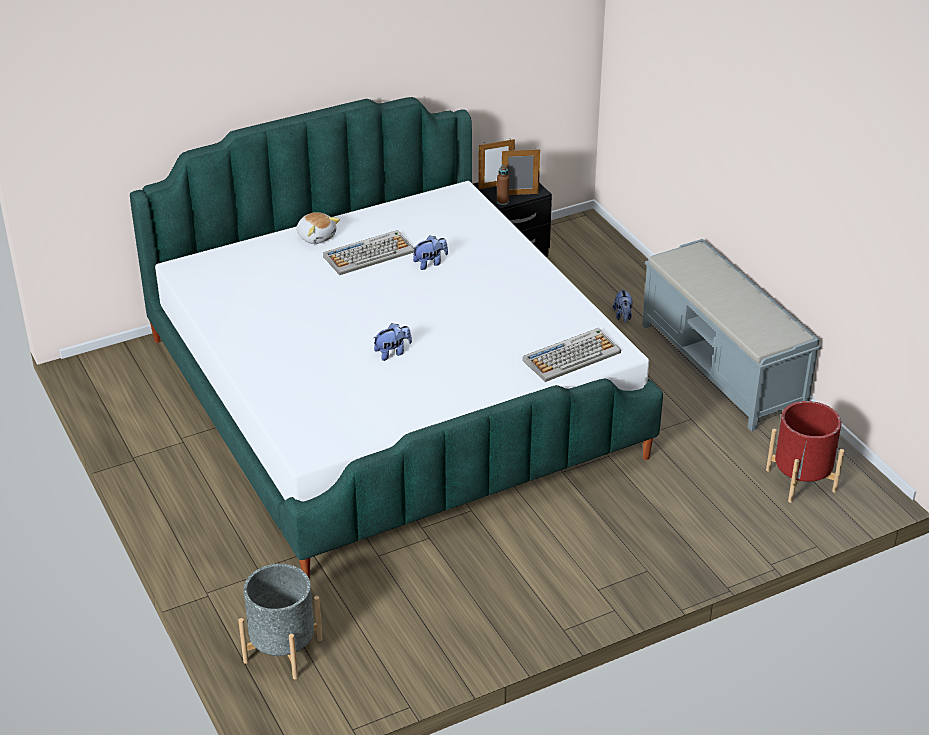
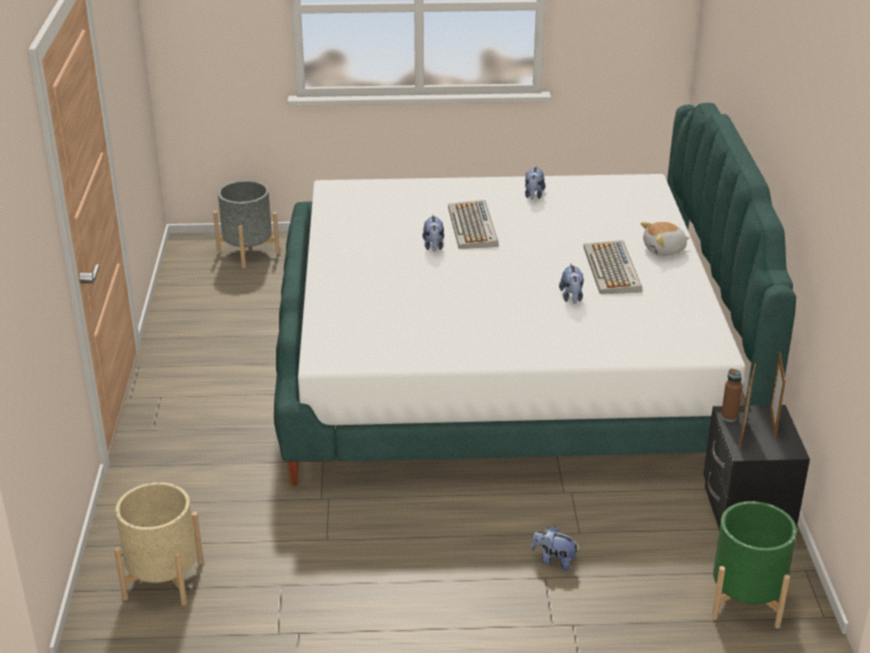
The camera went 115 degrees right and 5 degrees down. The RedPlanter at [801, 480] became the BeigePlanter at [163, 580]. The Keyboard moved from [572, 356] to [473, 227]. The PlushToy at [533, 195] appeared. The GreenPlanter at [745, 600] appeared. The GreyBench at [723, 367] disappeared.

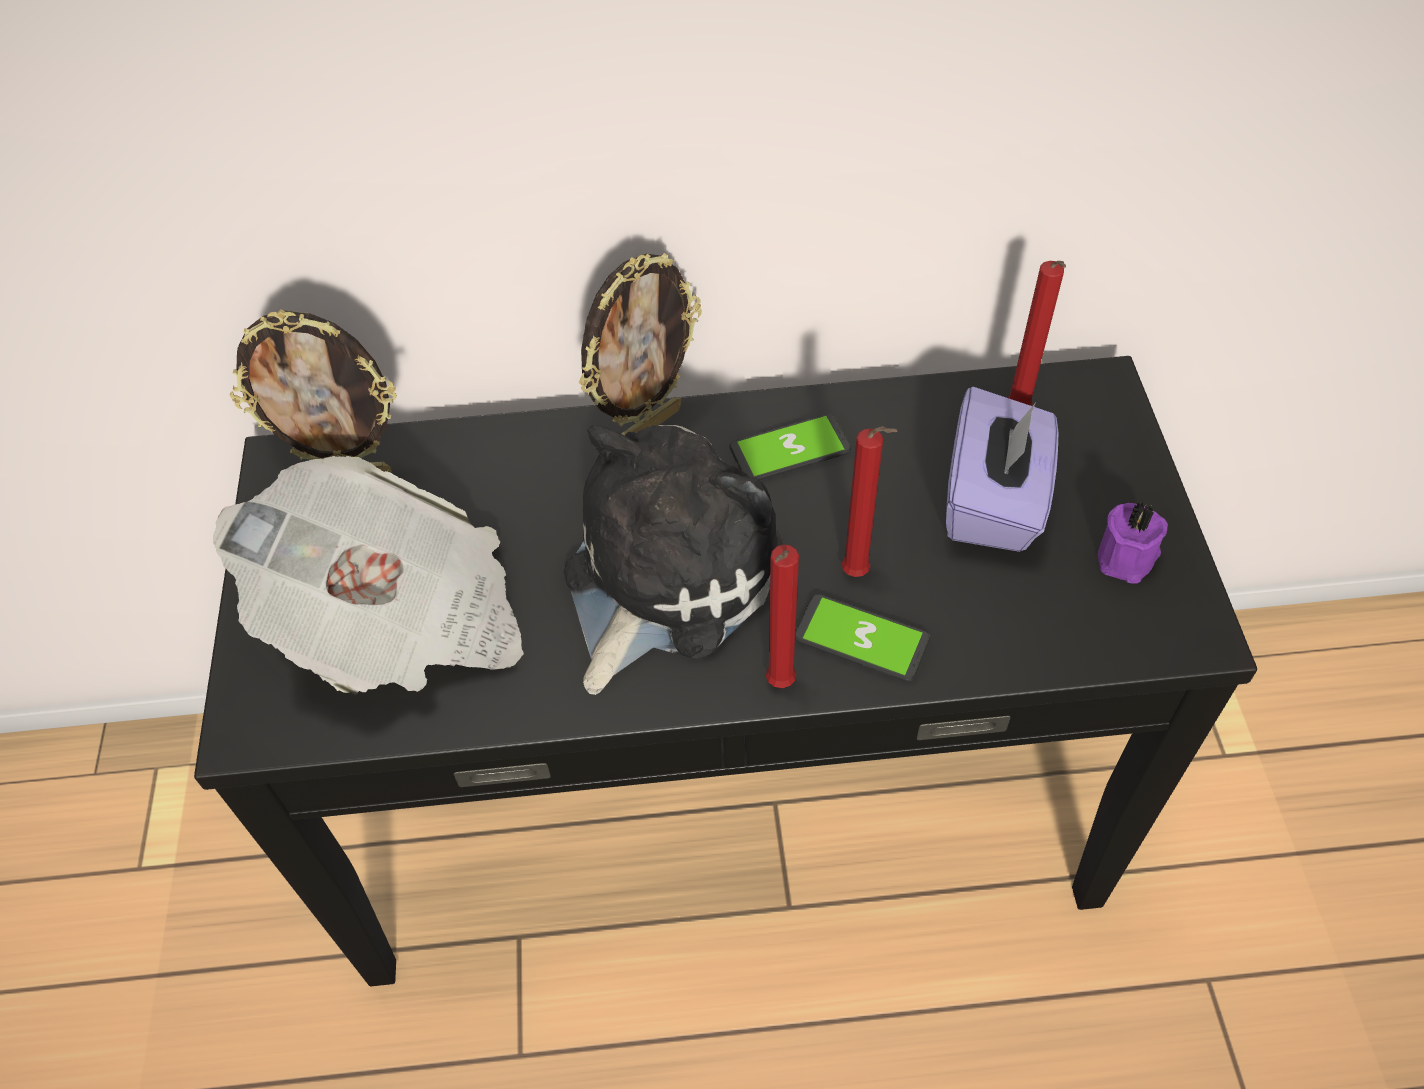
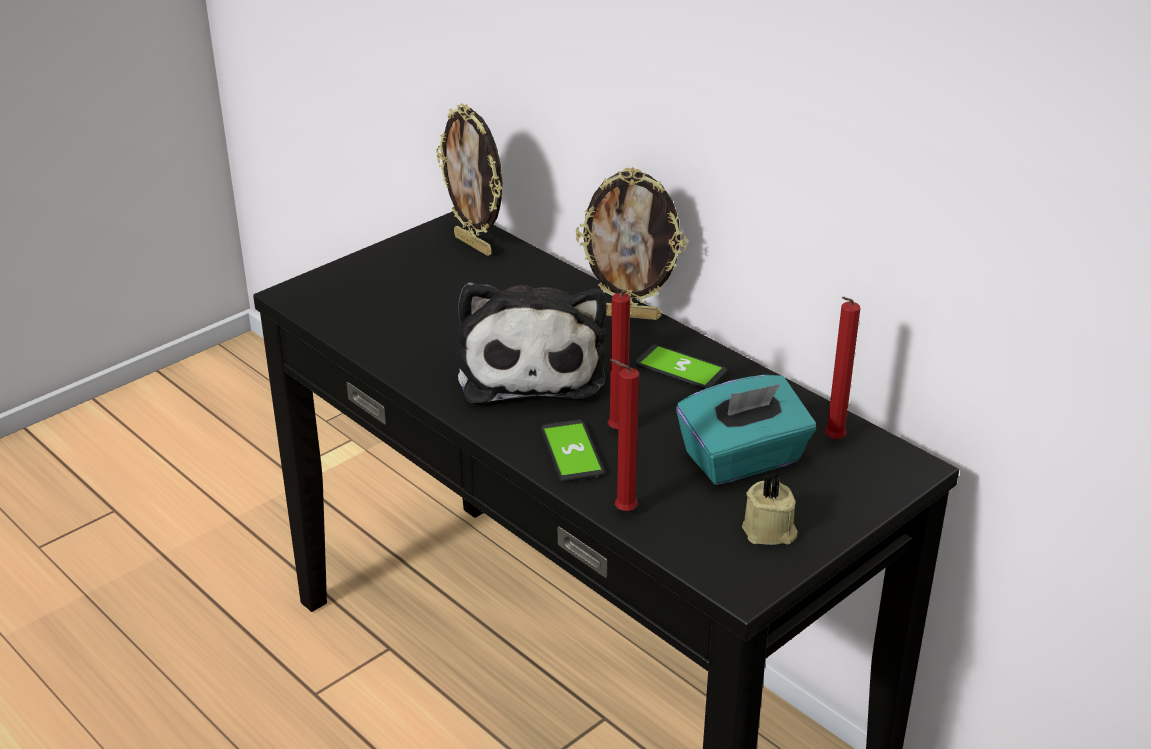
The camera went 50 degrees right and 20 degrees down. The PlushToy at [663, 576] turned 90 degrees clockwise. The RedCandle moved from [778, 685] to [622, 511]. The PurpleTissueBox at [994, 501] became the TurquoiseTissueBox at [743, 460]. The PurpleCandle at [1128, 558] became the BeigeCandle at [769, 532]. The Newspaper at [399, 619] disappeared.

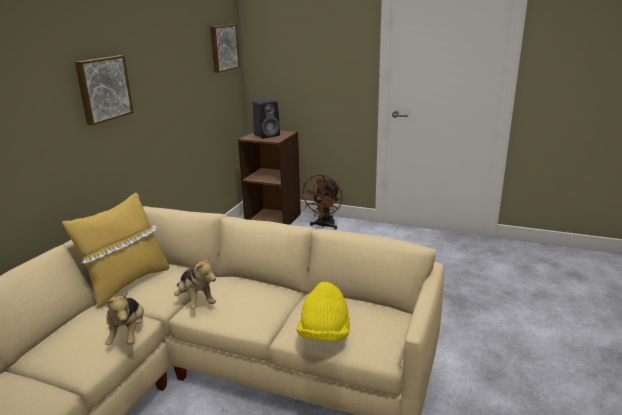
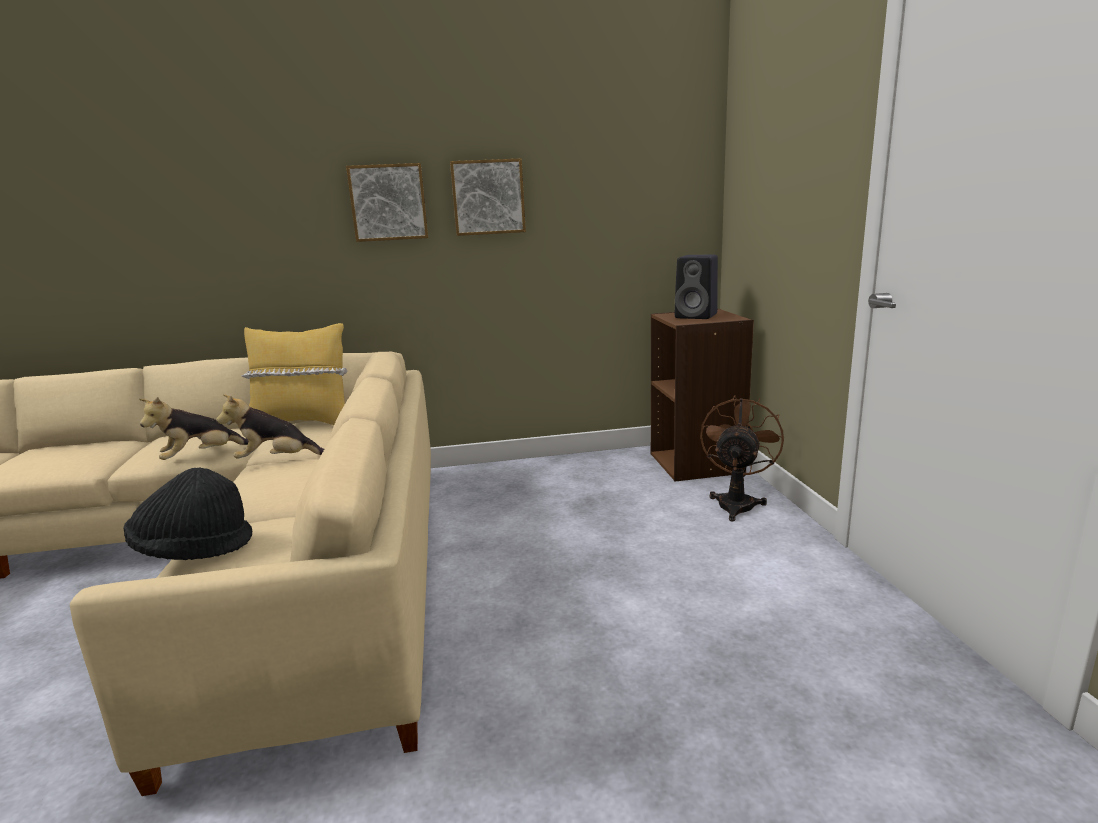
The camera went 60 degrees right and 5 degrees down. The YellowHat at [324, 335] became the BlackHat at [194, 550]. The PlushToy at [196, 301] turned 60 degrees clockwise. The Picture moved from [223, 48] to [488, 197]. The BrownFan at [324, 226] turned 120 degrees clockwise.

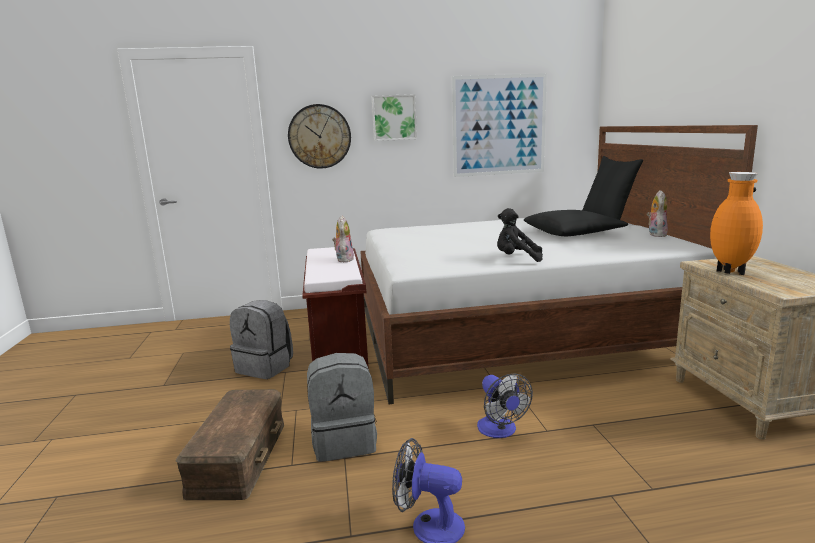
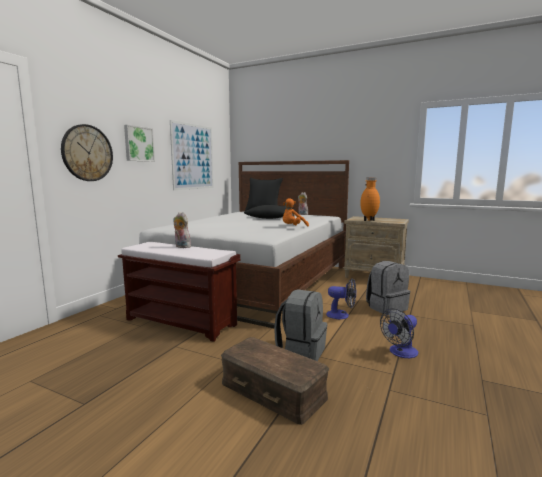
The camera went 55 degrees left and 5 degrees down. The BlackPlushToy at [516, 259] became the OrangePlushToy at [293, 227]. The GreyBackpack moved from [265, 367] to [386, 307].

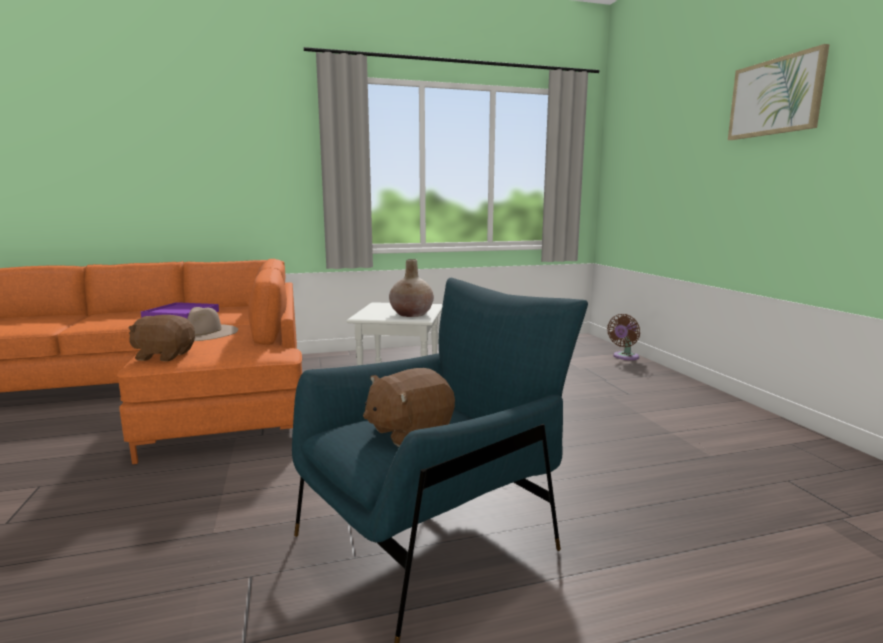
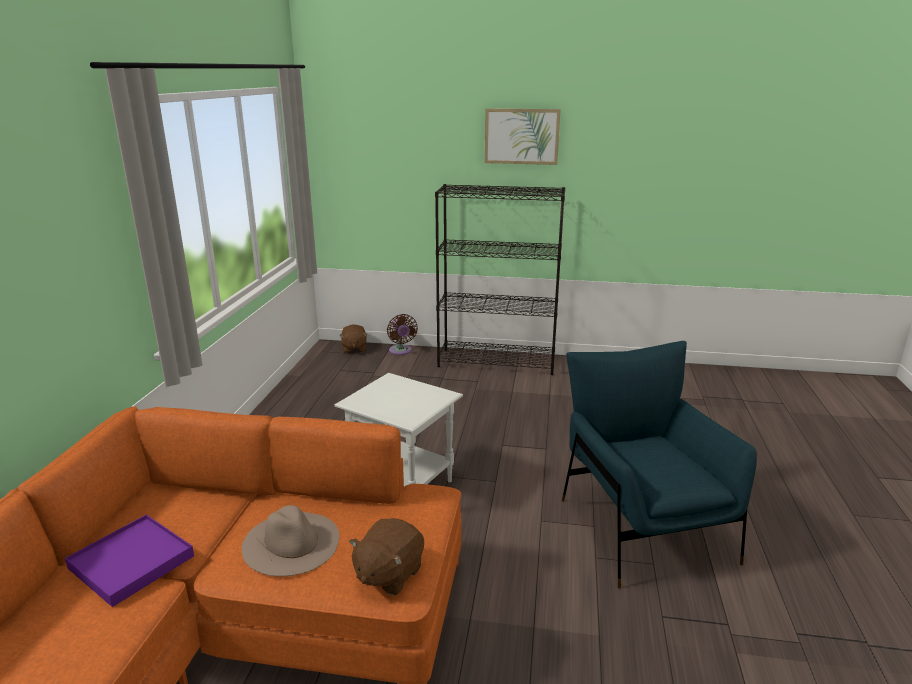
The camera went 65 degrees left and 10 degrees up. The BrownPlushToy moved from [409, 431] to [354, 349]. The BlackBookcase at [497, 361] appeared. The BeigeVase at [412, 314] disappeared.

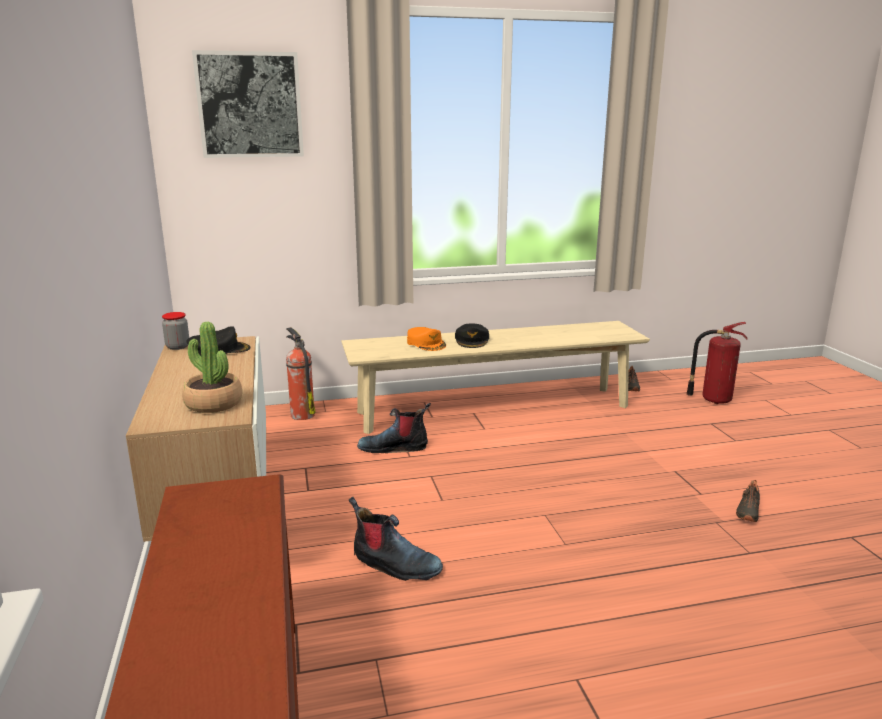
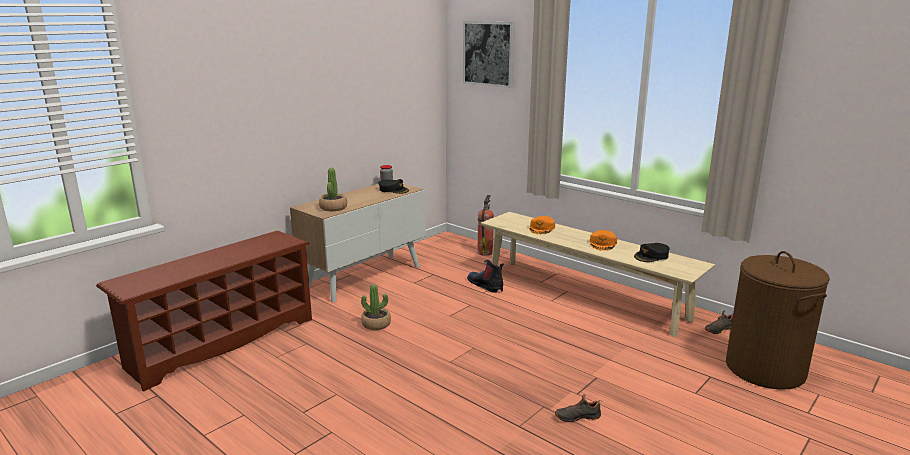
The camera went 55 degrees right and 0 degrees up. The Boot at [394, 565] was replaced by the PottedPlant at [376, 324]. The OrangeCap at [603, 244] appeared. The BlackCap moved from [472, 340] to [651, 256]. The FireExtinguisher at [714, 400] was replaced by the BrownLaundryBasket at [765, 369].

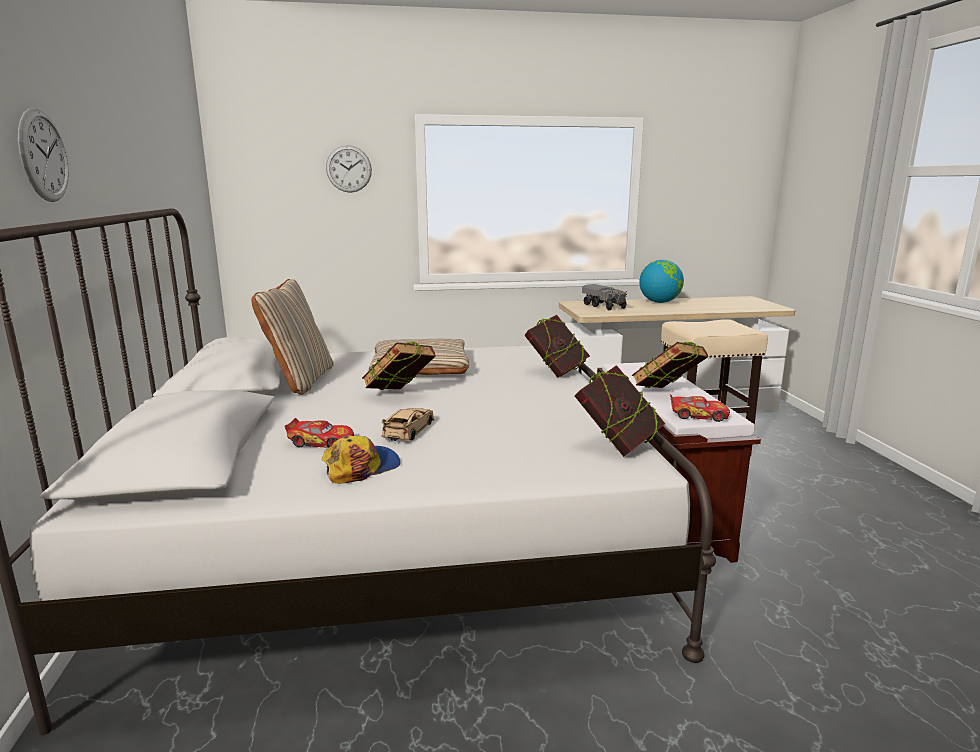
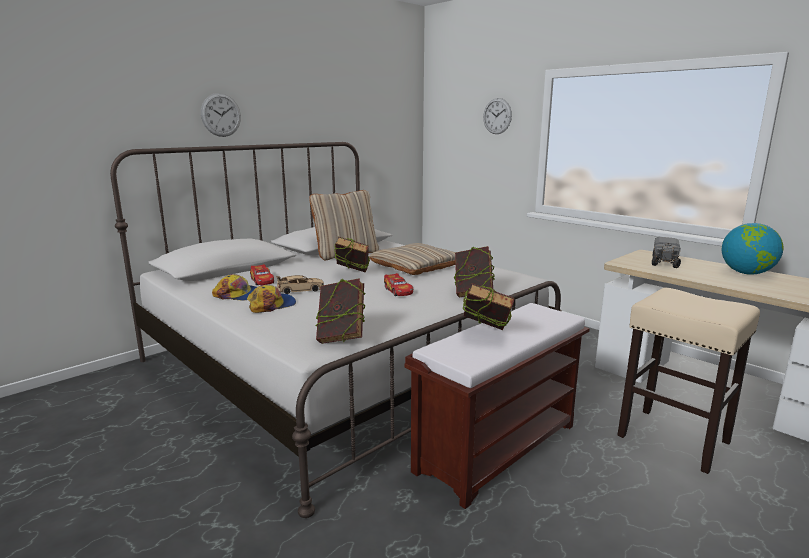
The camera went 55 degrees right and 0 degrees up. The Cap at [271, 305] appeared. The ToyCar moved from [698, 415] to [398, 291].

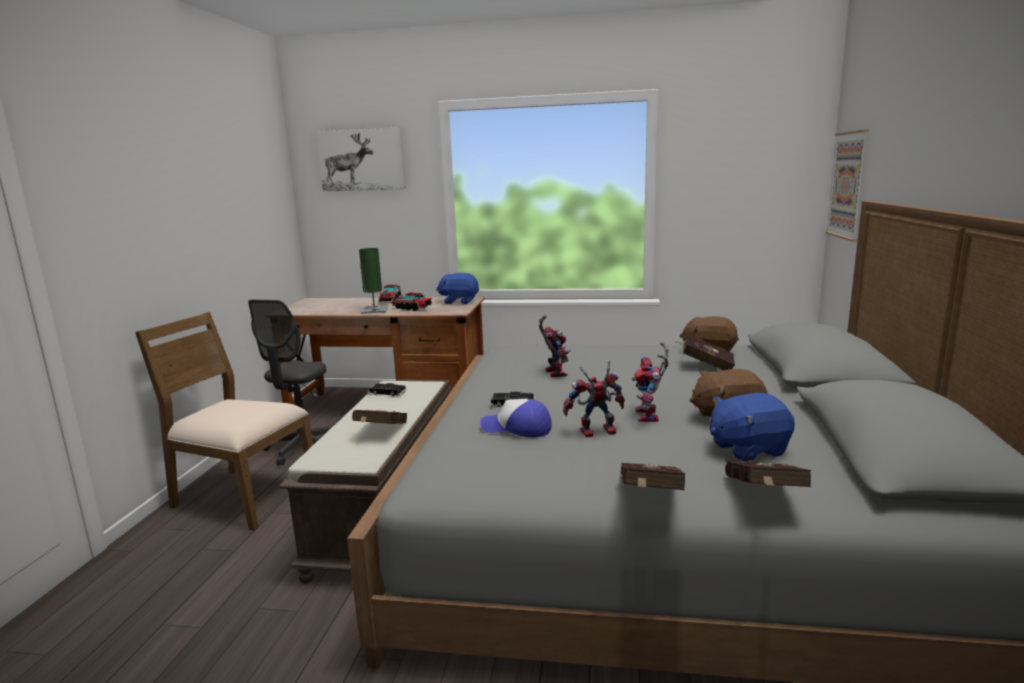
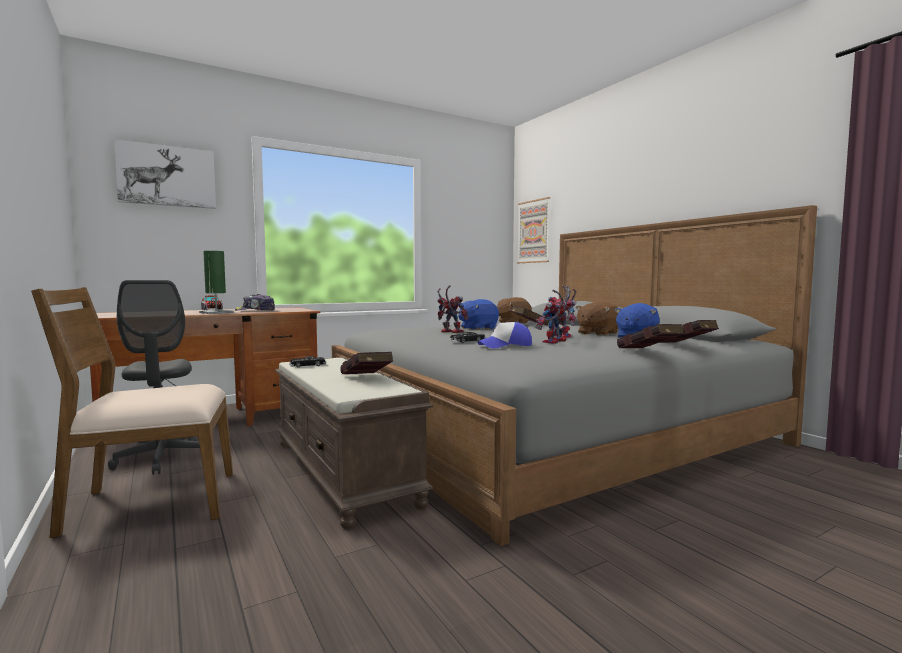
The camera went 40 degrees left and 10 degrees down. The ToyTruck at [412, 309] was replaced by the Cap at [255, 311]. The BluePlushToy moved from [459, 301] to [477, 328].

